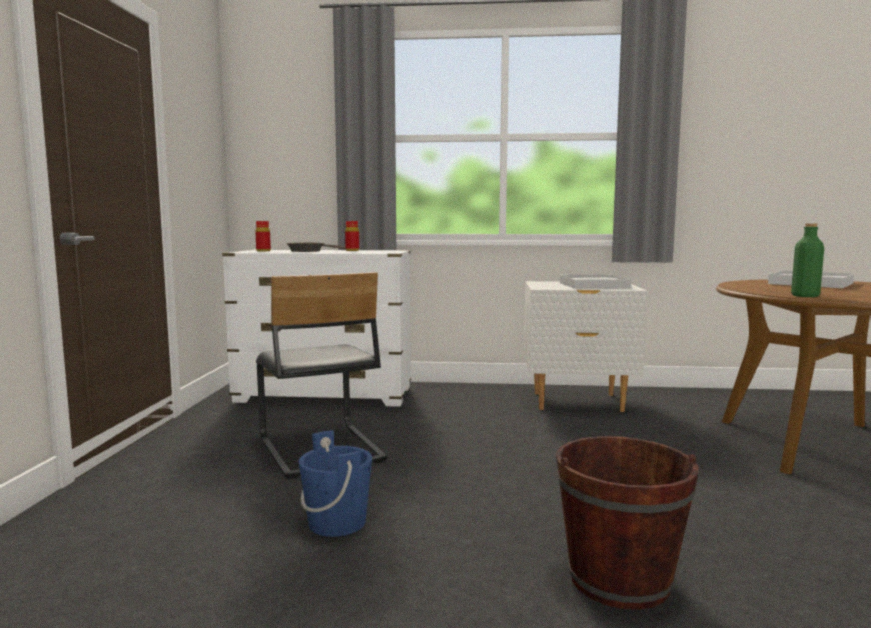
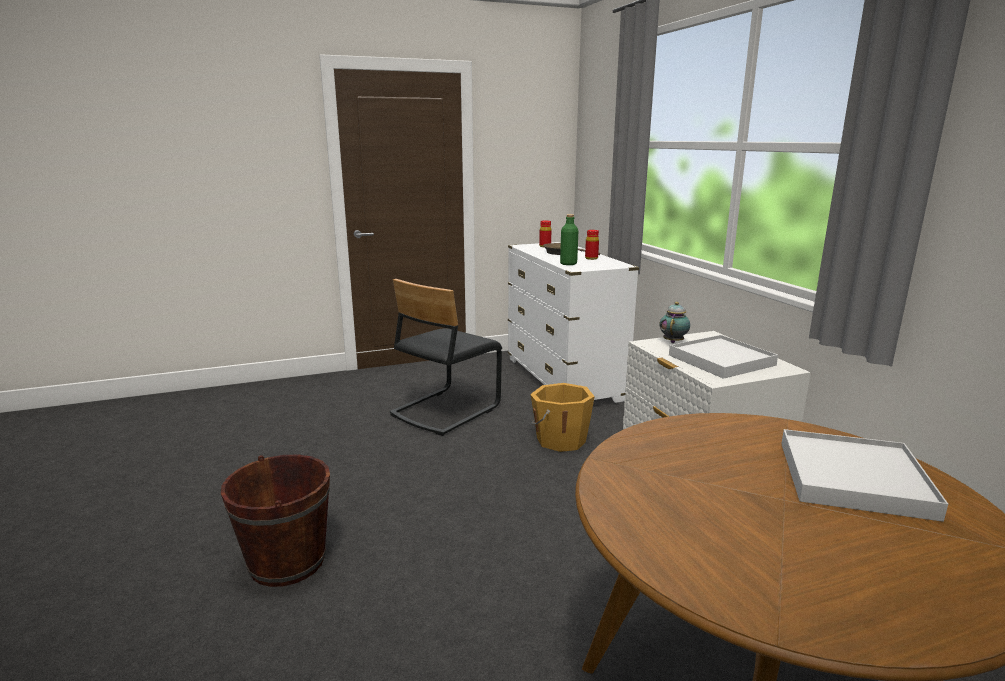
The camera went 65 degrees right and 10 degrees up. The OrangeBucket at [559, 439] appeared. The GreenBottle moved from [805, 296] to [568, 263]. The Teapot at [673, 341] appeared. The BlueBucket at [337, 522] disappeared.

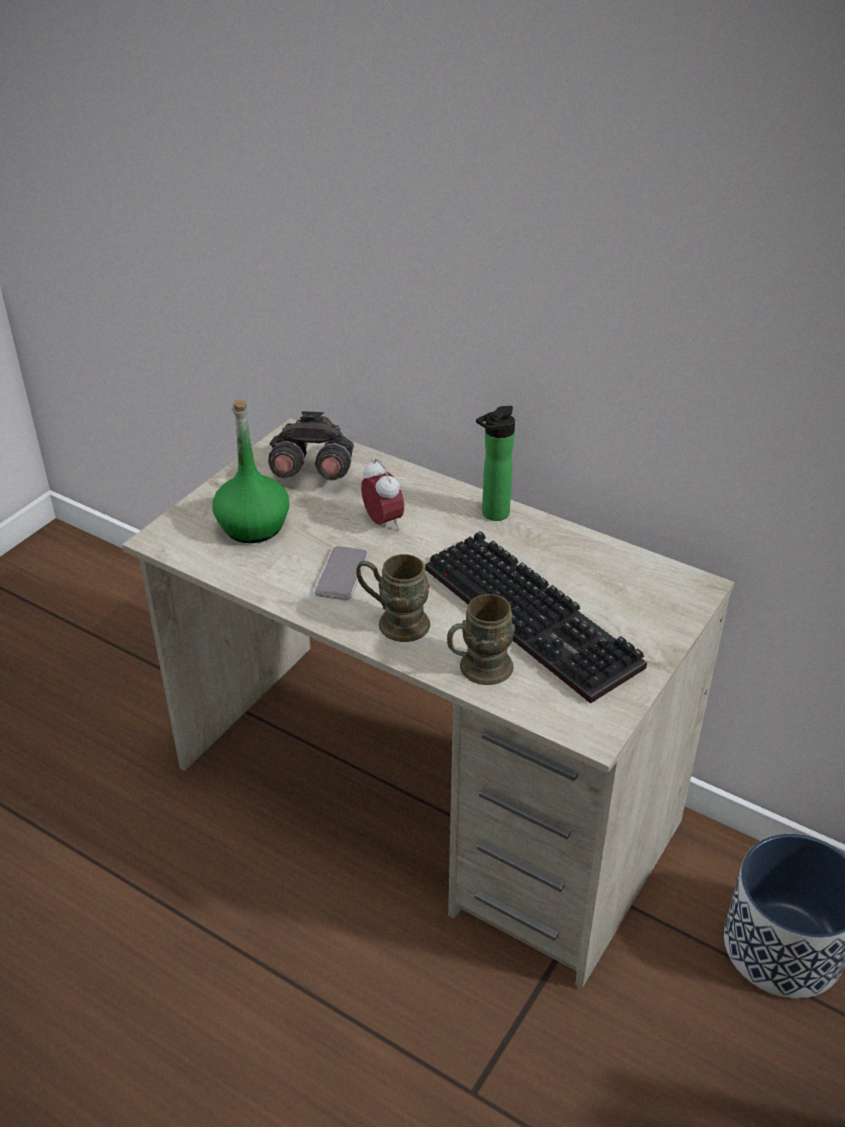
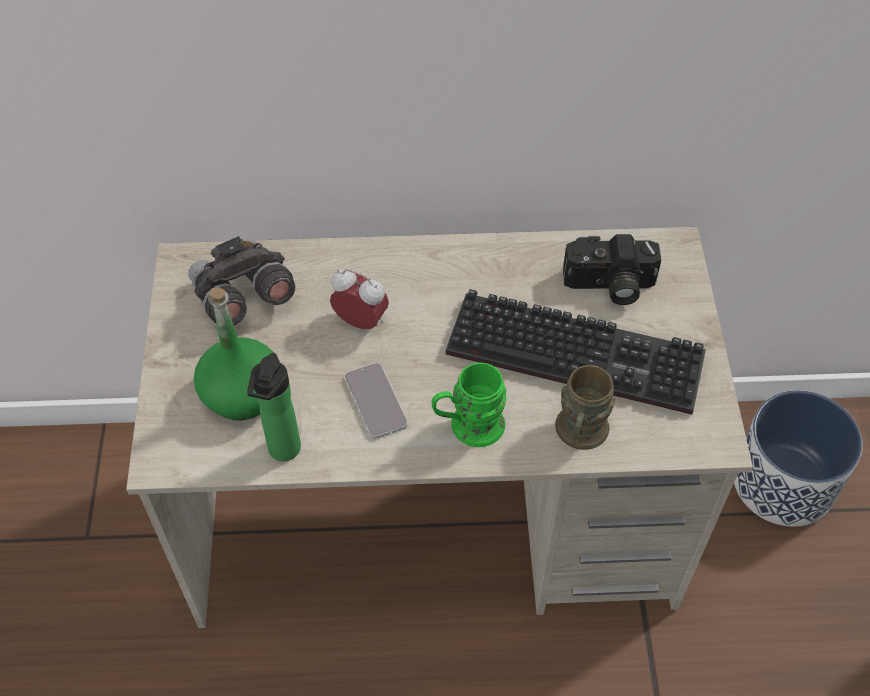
The camera went 35 degrees left and 15 degrees up. The Bottle moved from [492, 515] to [282, 452]. The BrownMug at [394, 622] became the GreenMug at [468, 427]. The PhotoCamera at [609, 286] appeared.

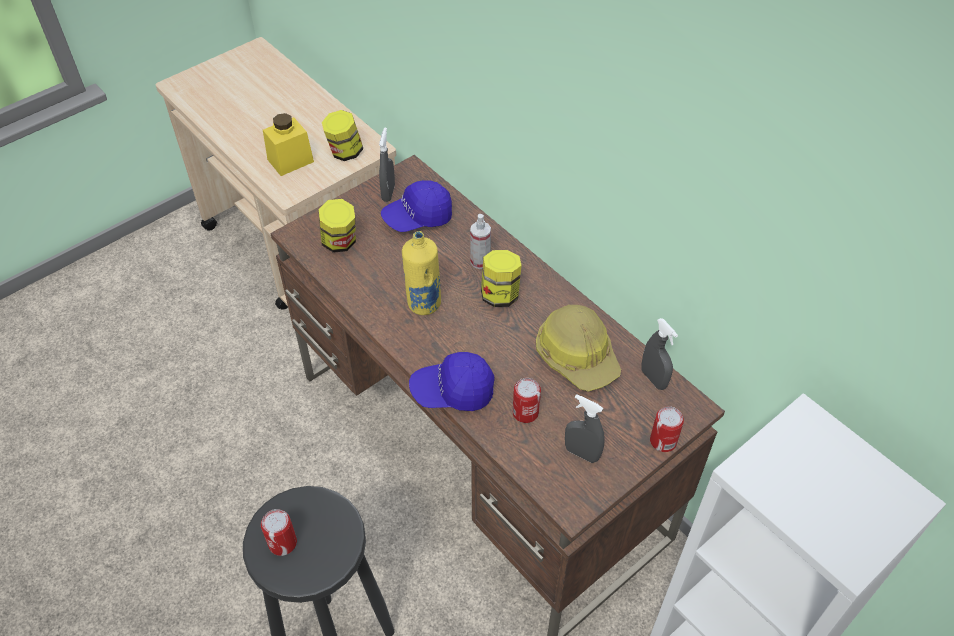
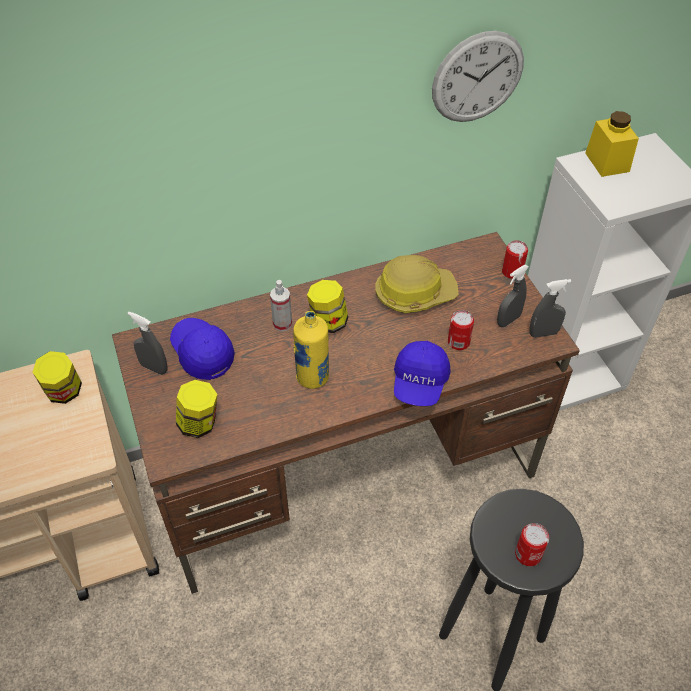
The camera went 70 degrees left and 0 degrees up. The BlueCap at [418, 218] turned 150 degrees clockwise. The WallClock at [477, 77] appeared. The GreySprayBottle moved from [653, 379] to [543, 333]. The YellowJar moved from [290, 160] to [607, 162].

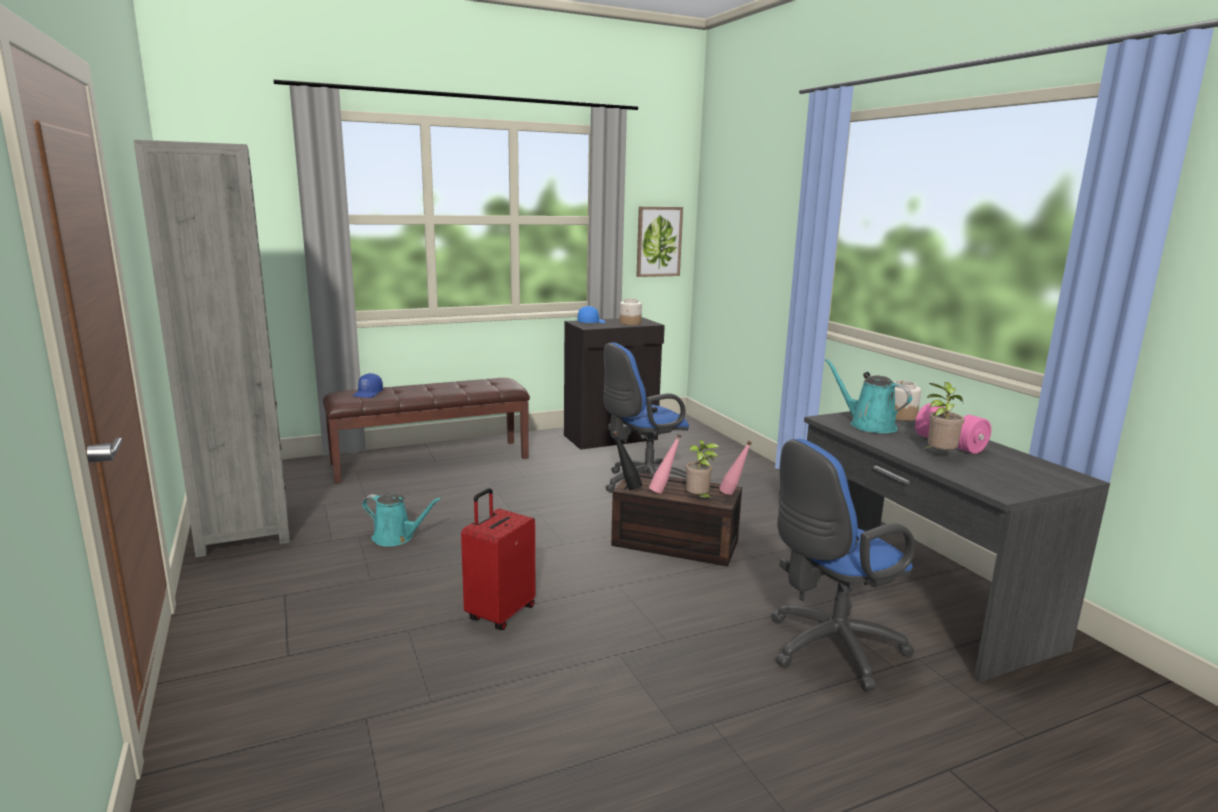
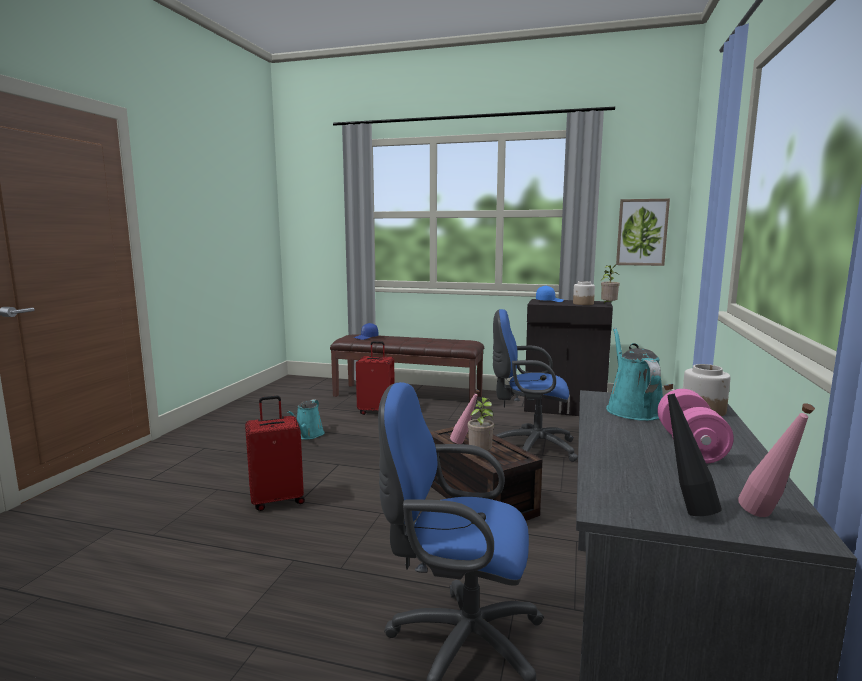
The camera went 40 degrees right and 5 degrees down. The TurquoiseWateringCan at [396, 538] turned 45 degrees clockwise. The RedSuitcase at [377, 411] appeared. The PottedPlant moved from [938, 455] to [608, 305]. The BlackBottle moved from [626, 488] to [685, 509]. The PinkBottle moved from [733, 495] to [767, 519]. The GreyBookcase at [244, 529] disappeared.

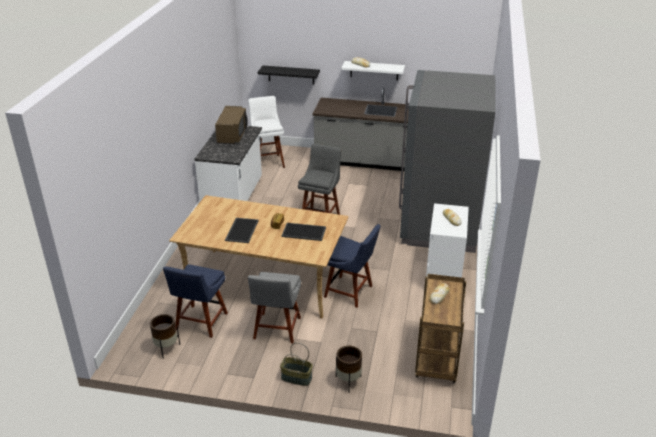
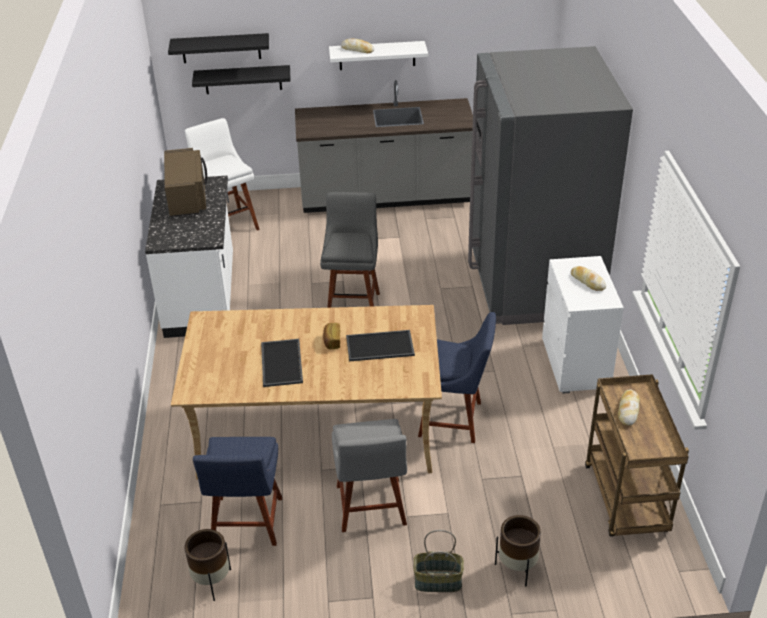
The camera went 15 degrees left and 5 degrees up. The BlackShelf at [221, 48] appeared.

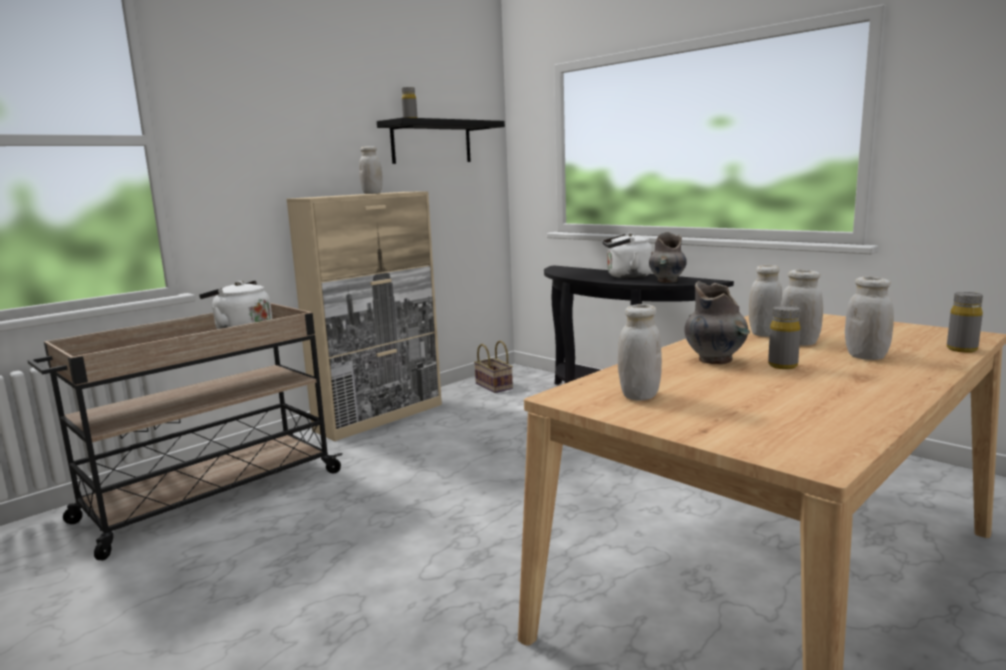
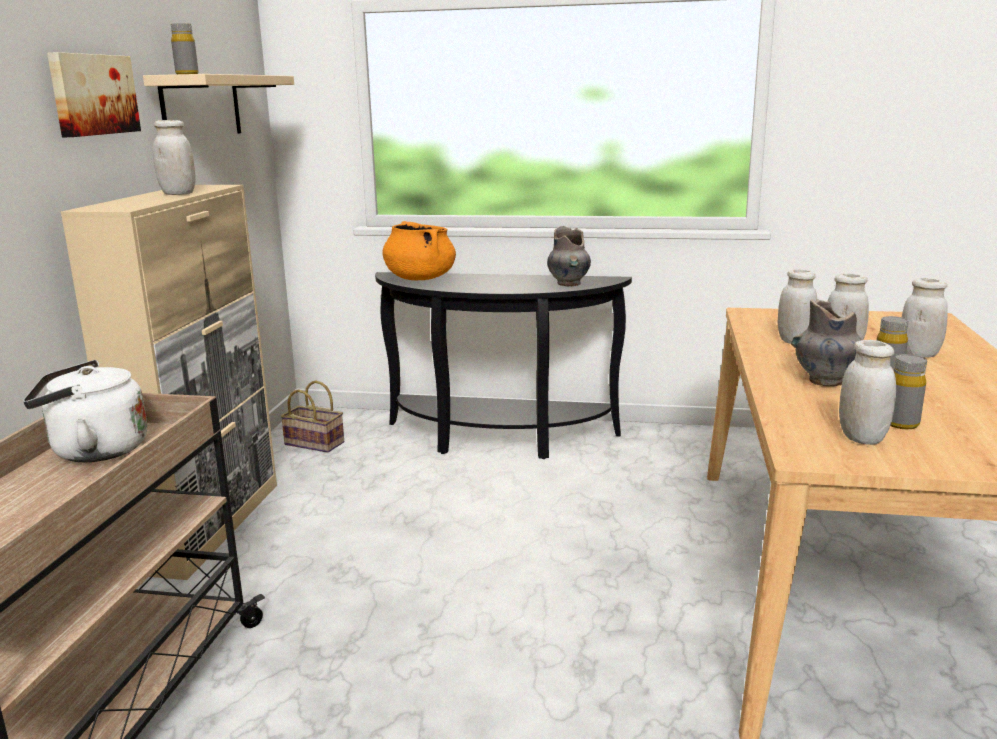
The camera went 35 degrees left and 5 degrees up. The Picture at [92, 94] appeared. The BlackShelf at [431, 142] became the BeigeShelf at [201, 107]. The OrangeCookingPot at [420, 278] appeared. The GreyBottle moved from [961, 349] to [901, 424]. The WhiteKettle at [626, 276] disappeared.

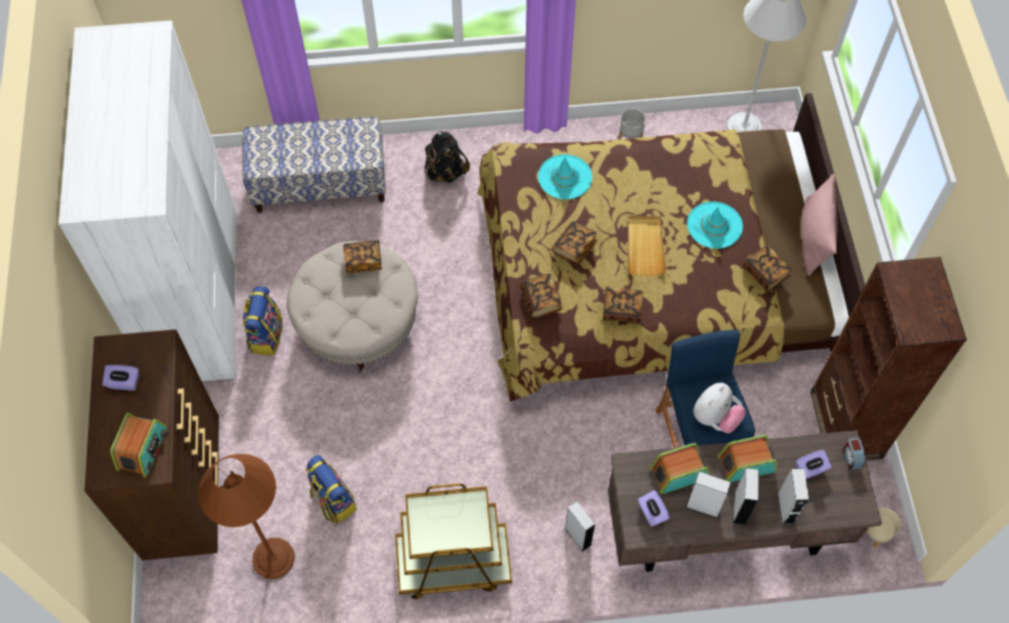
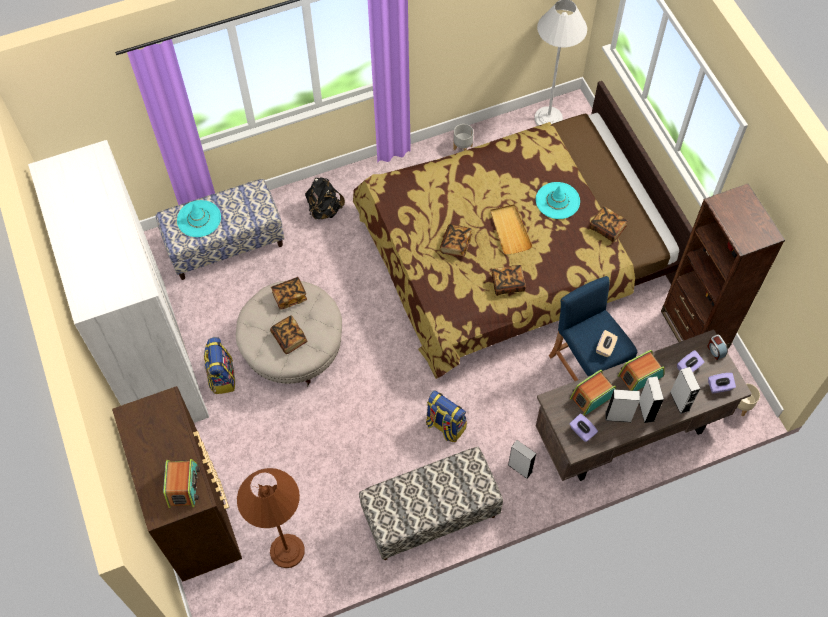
The camera went 15 degrees left and 0 degrees up. The TurquoiseHat moved from [565, 177] to [199, 219]. The Book moved from [541, 301] to [289, 338]. The BrownCart at [453, 563] was replaced by the Bench at [430, 515]. The Backpack moved from [332, 500] to [445, 426]. The PlushToy at [715, 418] was replaced by the BeigeTissueBox at [605, 348]. The PurpleTissueBox moved from [124, 383] to [719, 387]. The PinkPillow at [814, 237] disappeared.

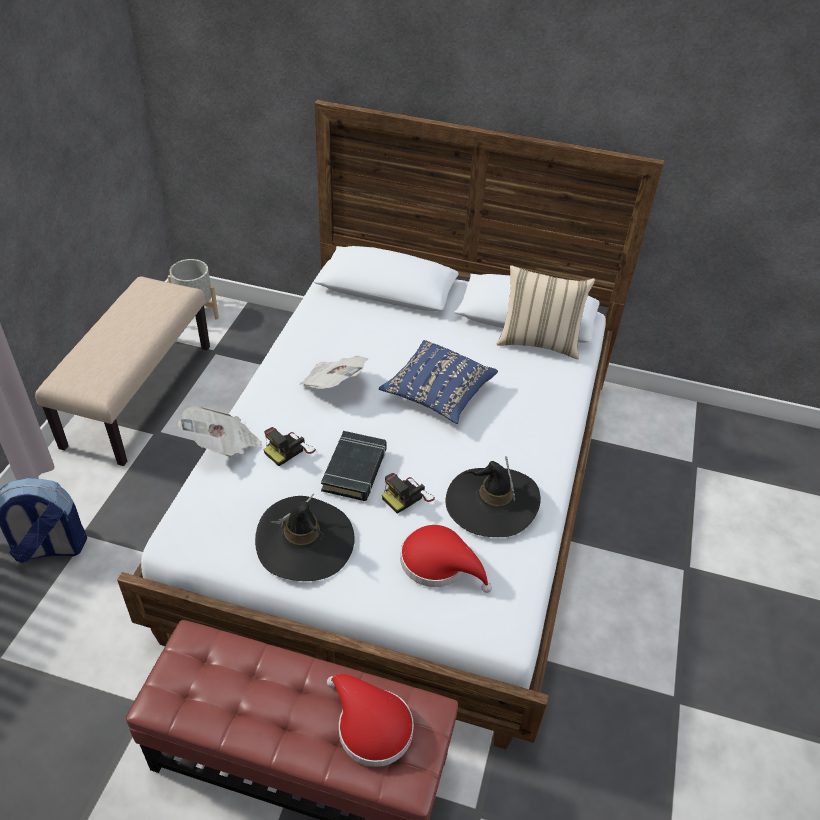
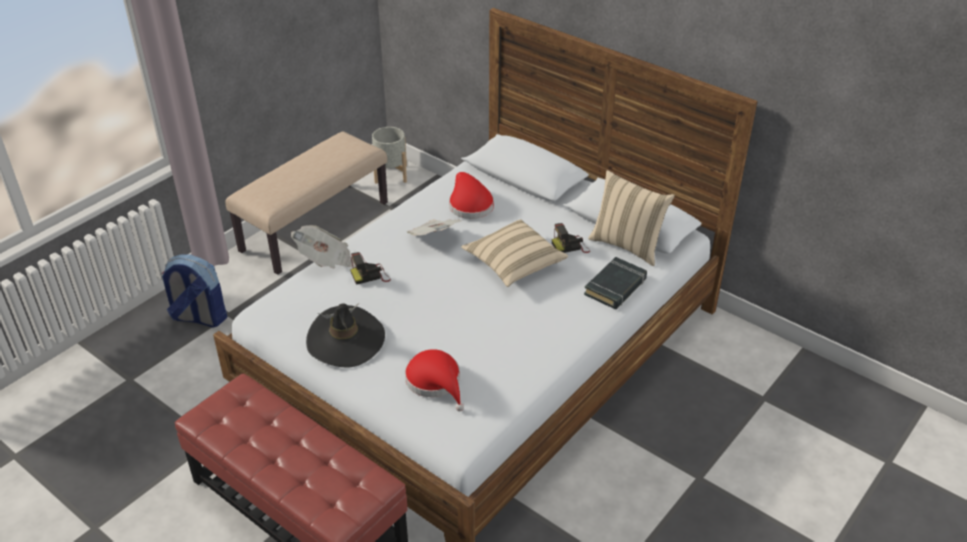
The camera went 25 degrees right and 5 degrees down. The RedHat moved from [370, 726] to [469, 204]. The BluePillow at [438, 393] became the BeigePillow at [513, 264]. The PhotoCamera moved from [407, 496] to [570, 246]. The BlackBook moved from [355, 470] to [615, 287]. The BlackHat at [491, 503] disappeared.

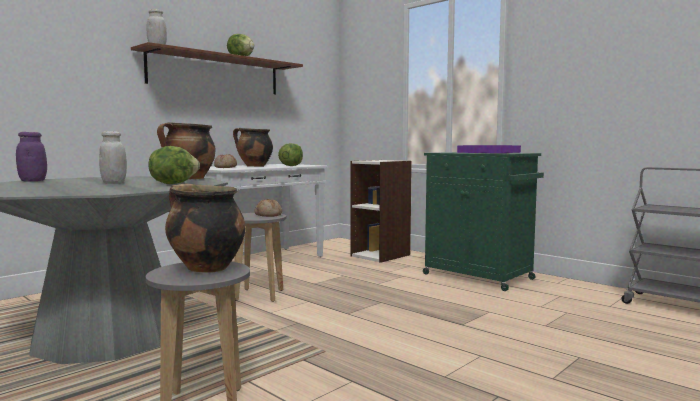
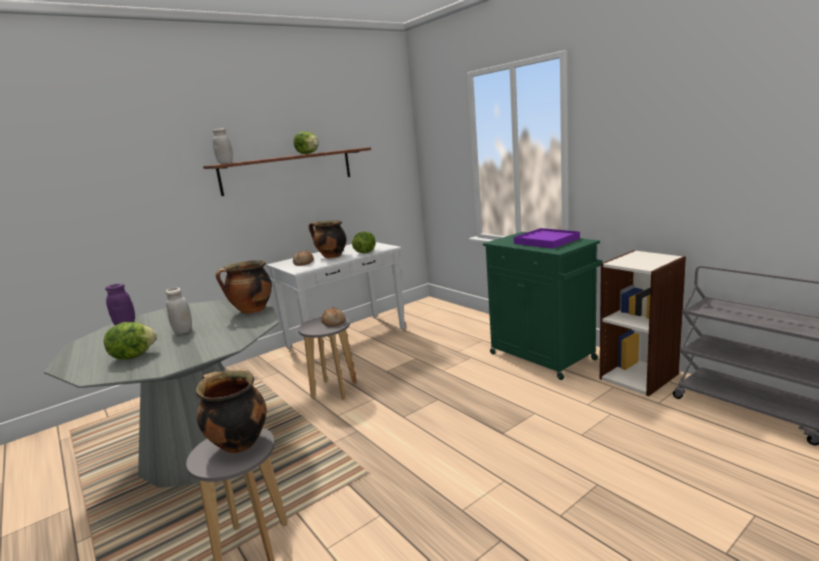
The camera went 10 degrees right and 10 degrees up. The Lettuce moved from [173, 184] to [133, 356]. The Bookcase moved from [381, 255] to [639, 376].

